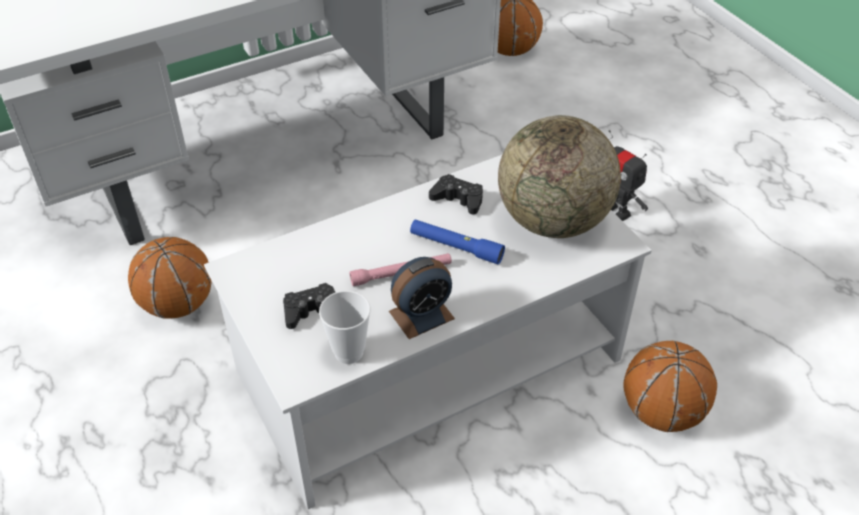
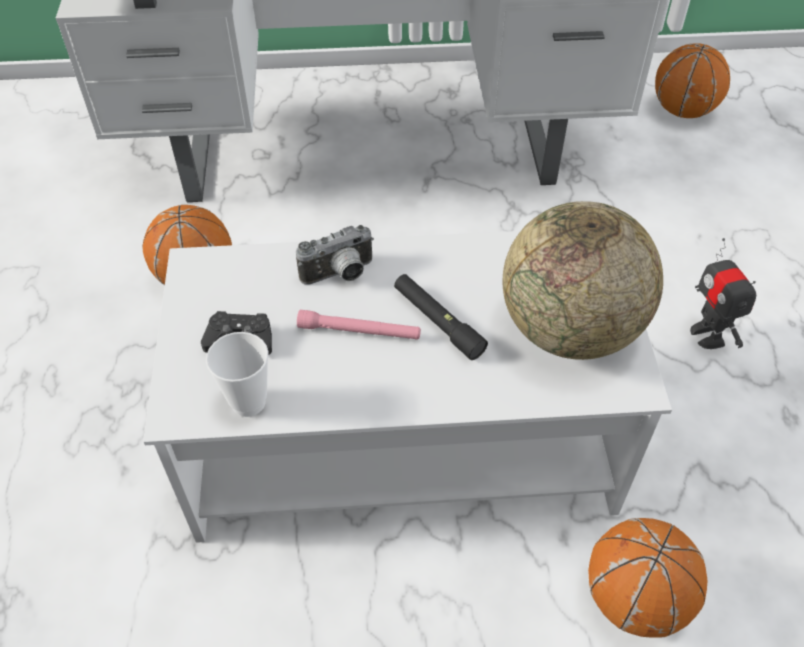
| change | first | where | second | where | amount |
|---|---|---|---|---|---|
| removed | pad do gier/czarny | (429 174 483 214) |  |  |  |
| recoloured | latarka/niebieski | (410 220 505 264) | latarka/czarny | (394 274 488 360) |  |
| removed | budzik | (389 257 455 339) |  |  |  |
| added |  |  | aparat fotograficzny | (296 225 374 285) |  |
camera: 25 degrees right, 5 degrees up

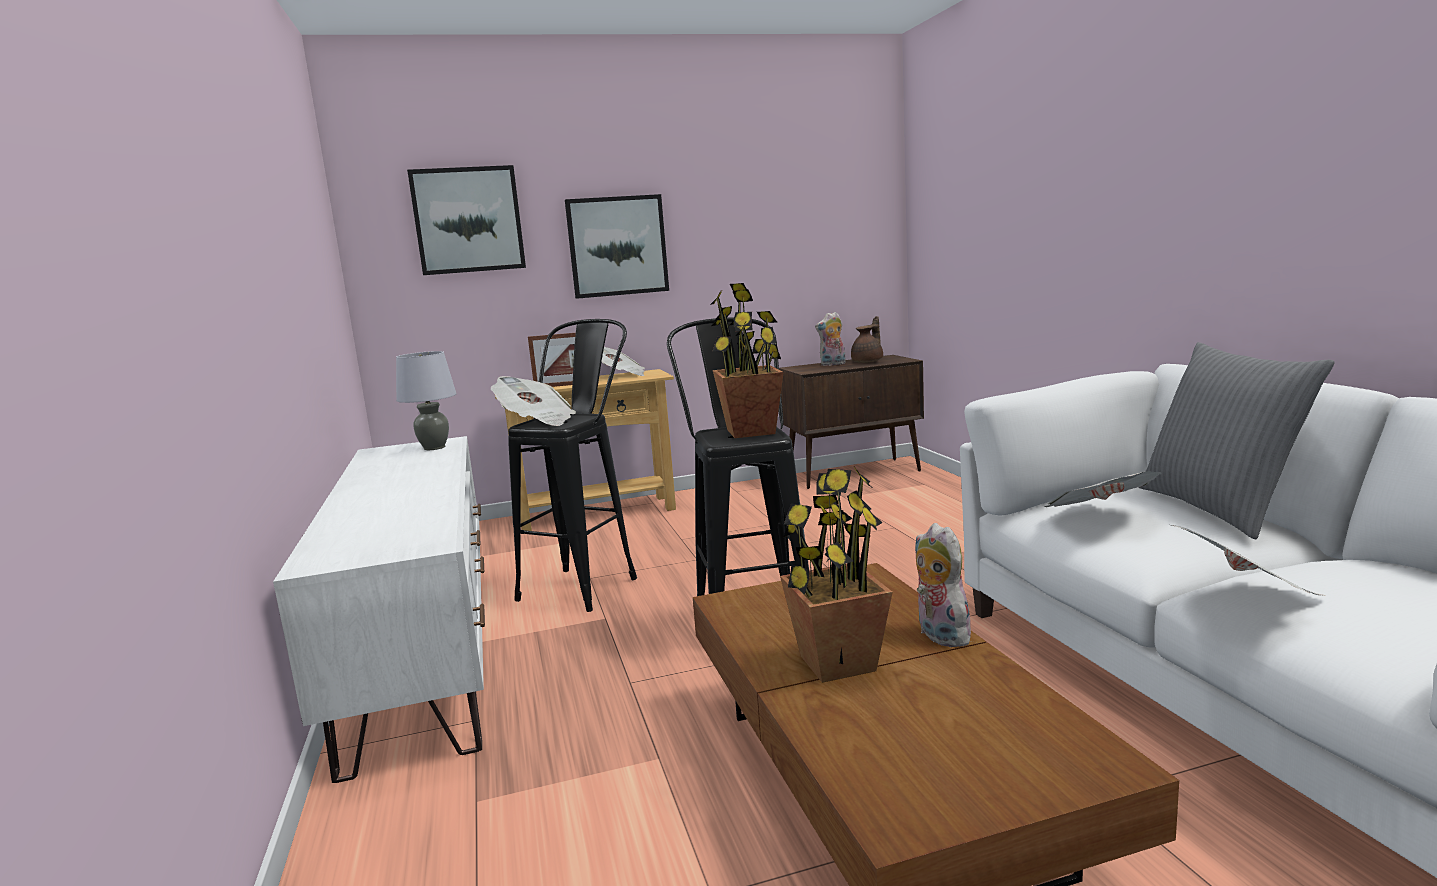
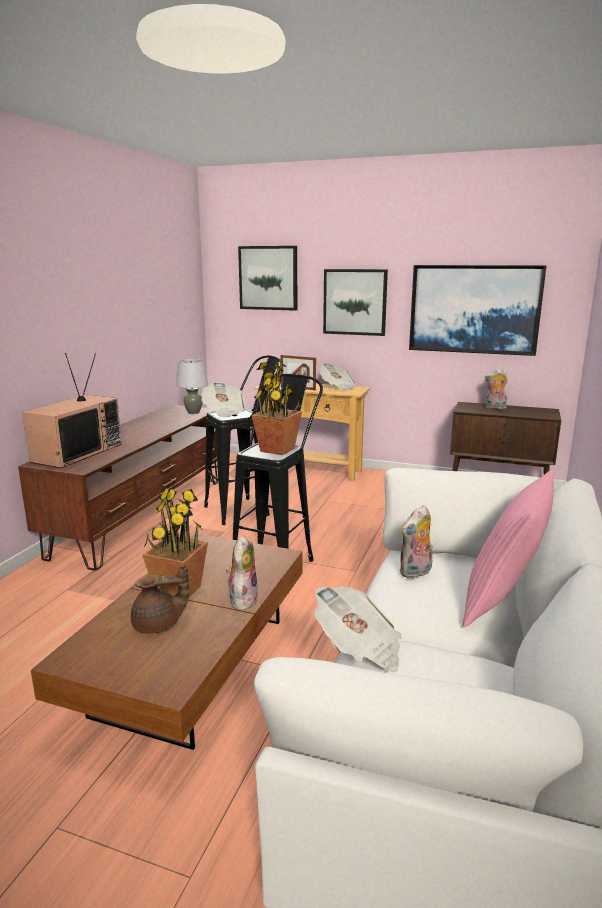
| change | first | where | second | where | amount |
|---|---|---|---|---|---|
| moved | imbryk/brązowy | (851 316 883 363) |  | (131 565 189 634) |  |
| recoloured | poduszka/szary | (1138 342 1335 540) | poduszka/różowy | (463 470 554 627) |  |
| recoloured | szafka pod telewizor/biały | (273 436 485 783) | szafka pod telewizor/brązowy | (18 405 218 571) |  |
| replaced | gazeta | (1044 471 1162 507) | pluszak | (399 505 433 578) |  |
| added |  |  | obraz | (409 265 546 356) |  |
| added |  |  | telewizor | (22 353 122 468) |  |
camera: 35 degrees right, 5 degrees up

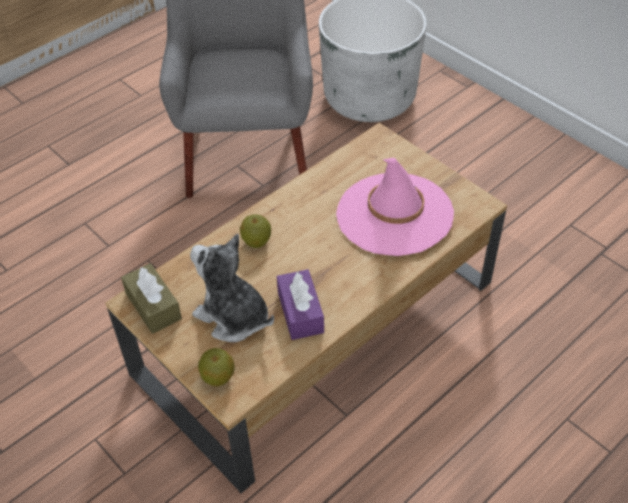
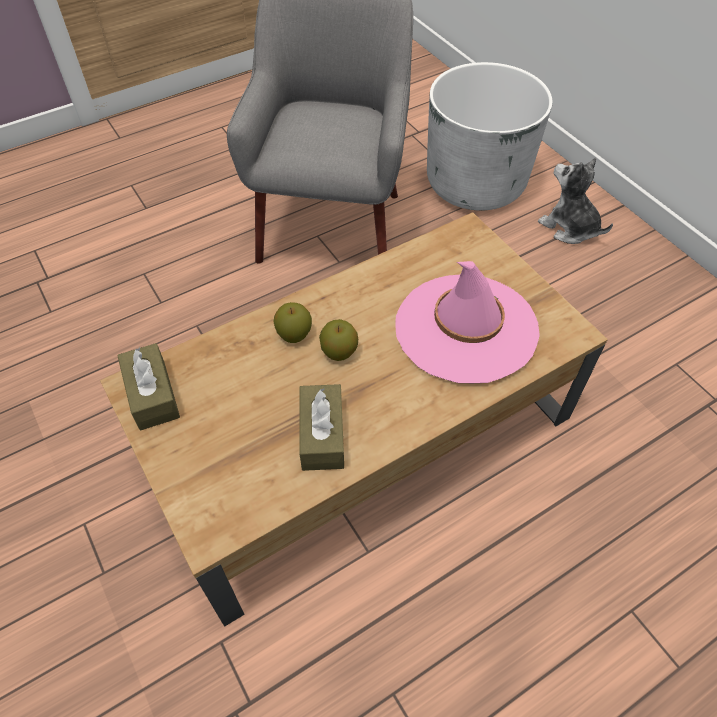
| change | first | where | second | where | amount |
|---|---|---|---|---|---|
| moved | pluszak | (190 234 274 342) |  | (538 158 613 244) |  |
| recoloured | pudełko chusteczek/fioletowy | (277 269 324 340) | pudełko chusteczek/brązowy | (299 384 344 471) |  |
| moved | jabłko | (198 348 235 386) |  | (319 319 358 361) |  |
camera: 10 degrees right, 5 degrees up

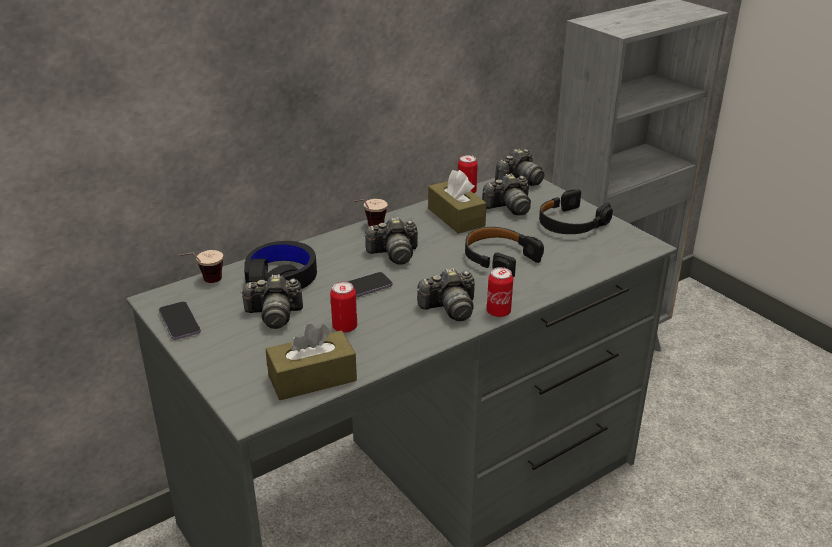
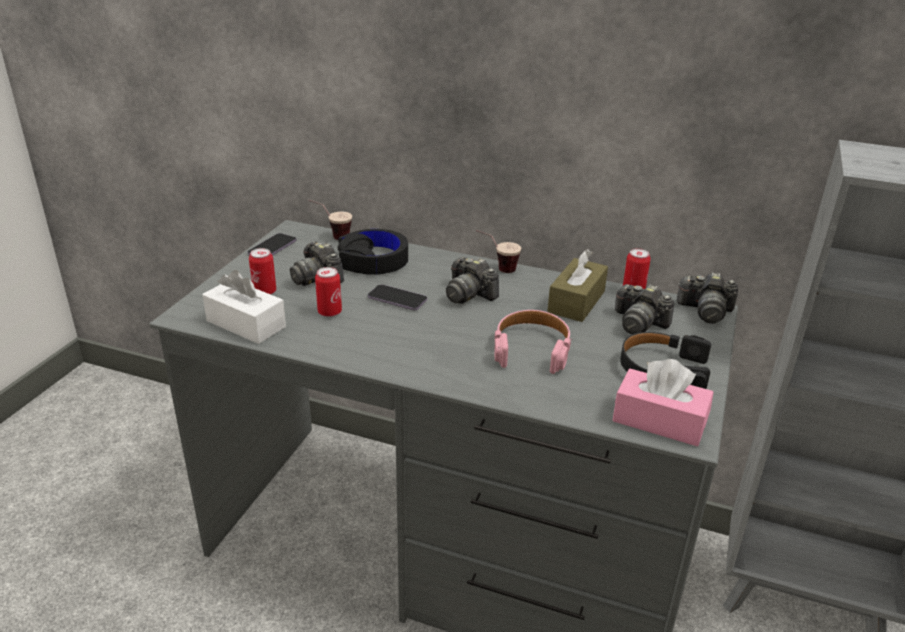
| change | first | where | second | where | amount |
|---|---|---|---|---|---|
| recoloured | słuchawki/czarny | (465 227 544 278) | słuchawki/różowy | (495 310 571 374) |  |
| moved | puszka | (487 267 513 317) |  | (249 248 276 295) |  |
| removed | aparat fotograficzny | (417 268 475 321) |  |  |  |
| recoloured | pudełko chusteczek/brązowy | (266 324 357 400) | pudełko chusteczek/biały | (202 270 286 344) |  |
| added |  |  | pudełko chusteczek/różowy | (612 359 714 446) |  |
camera: 55 degrees right, 0 degrees up

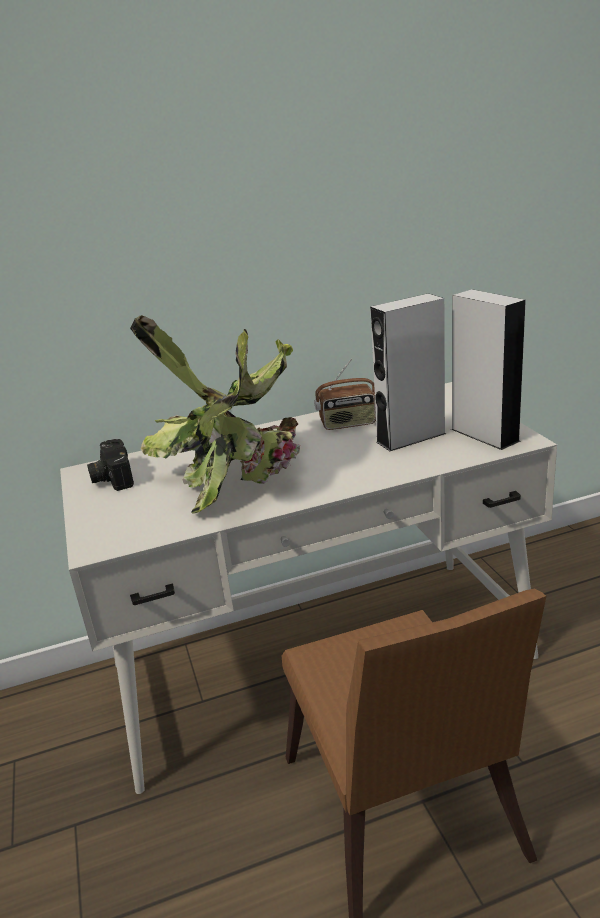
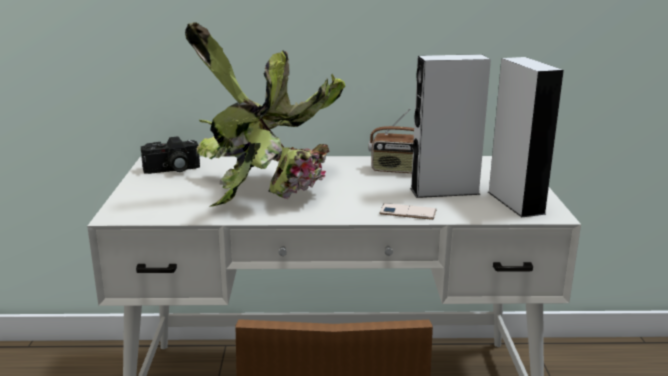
| change | first | where | second | where | amount |
|---|---|---|---|---|---|
| turned | aparat fotograficzny | (87 439 134 491) |  | (141 137 200 174) | 105 degrees counterclockwise |
| added |  |  | telefon | (379 203 437 220) |  |
camera: 15 degrees right, 5 degrees down

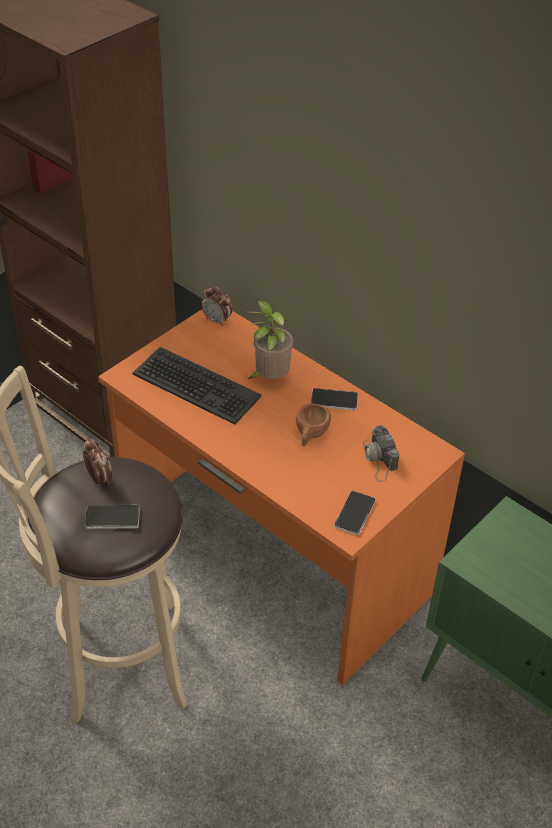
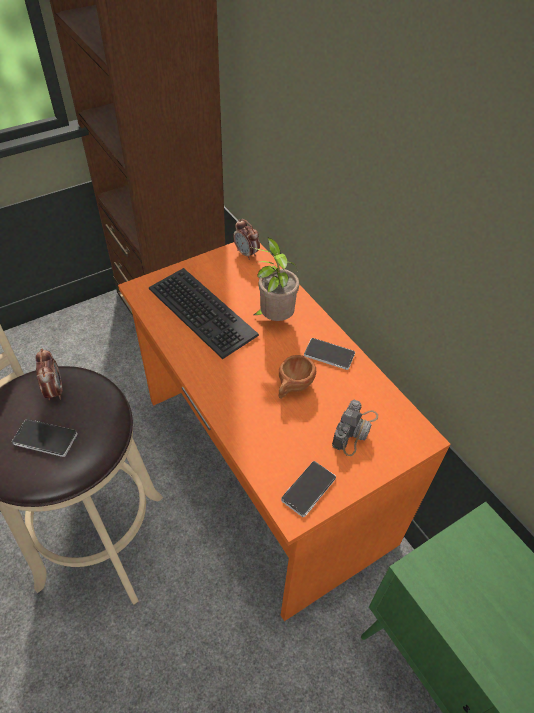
| change | first | where | second | where | amount |
|---|---|---|---|---|---|
| turned | aparat fotograficzny | (363 425 399 482) |  | (332 399 378 456) | 150 degrees counterclockwise |
camera: 15 degrees right, 5 degrees up

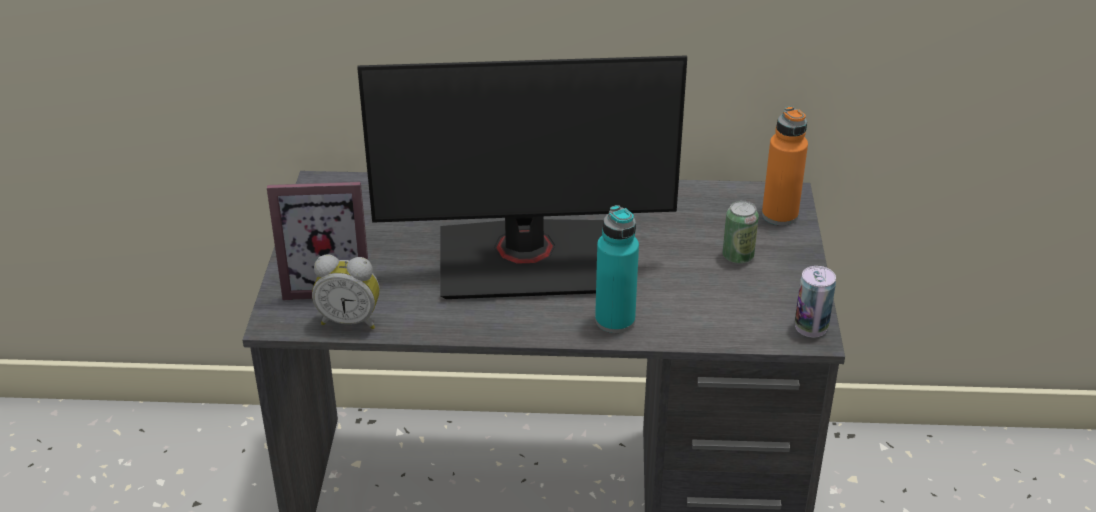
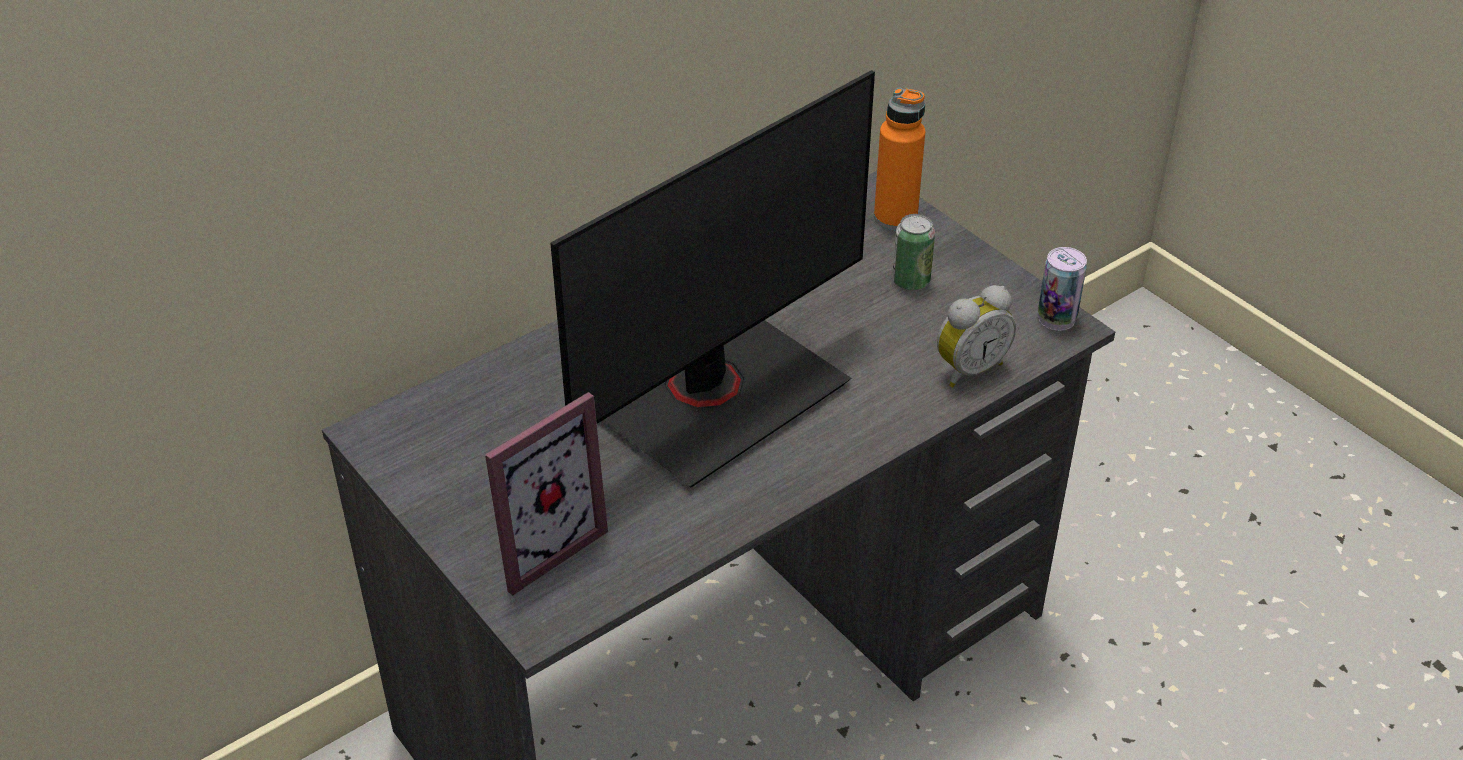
| change | first | where | second | where | amount |
|---|---|---|---|---|---|
| removed | butelka/turkusowy | (595 205 639 333) |  |  |  |
| moved | budzik | (312 254 380 329) |  | (937 285 1016 387) |  |
camera: 40 degrees left, 5 degrees up

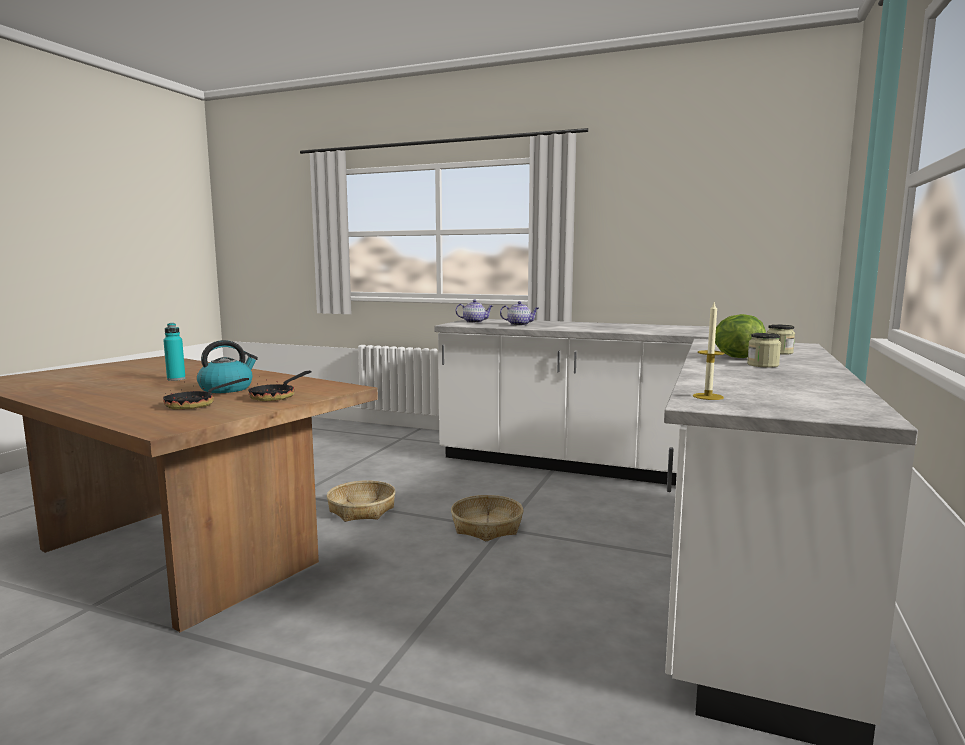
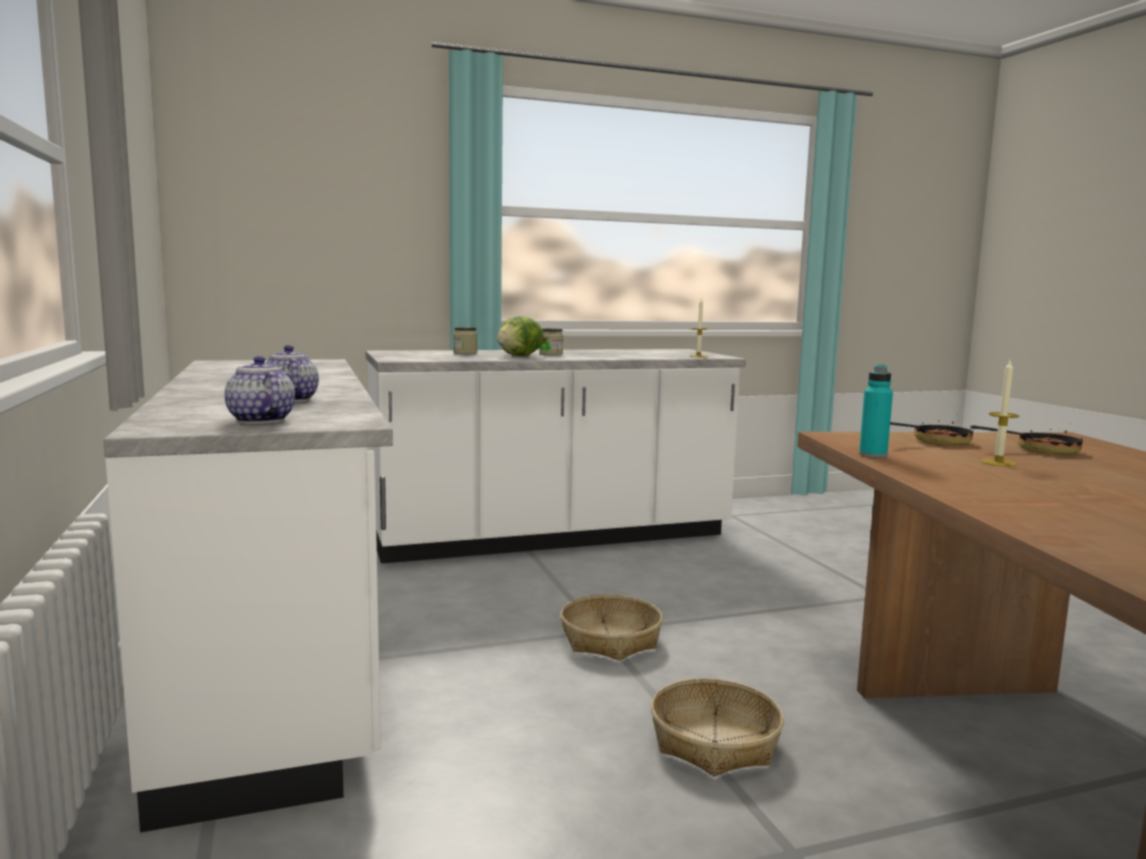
| change | first | where | second | where | amount |
|---|---|---|---|---|---|
| moved | butelka/turkusowy | (163 323 185 381) |  | (859 364 893 458) |  |
| replaced | czajnik | (197 340 258 393) | świeca | (981 359 1019 467) |  |
camera: 130 degrees left, 0 degrees up

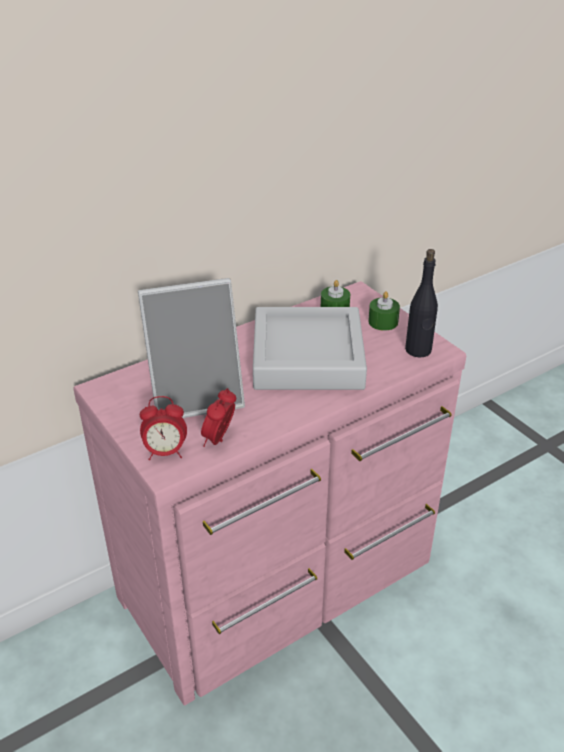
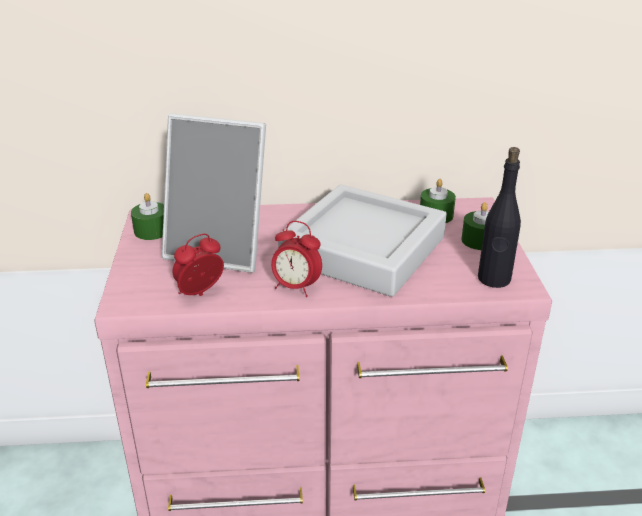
| change | first | where | second | where | amount |
|---|---|---|---|---|---|
| moved | budzik | (140 396 187 460) |  | (271 221 322 297) |  |
| added |  |  | świeca/zielony | (131 193 164 240) |  |
camera: 30 degrees right, 5 degrees down

